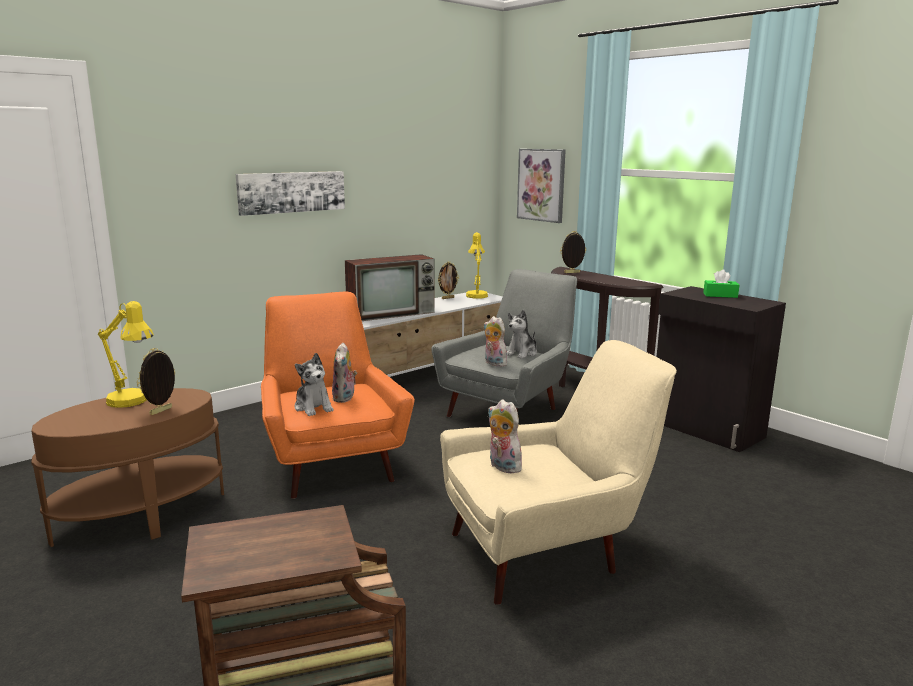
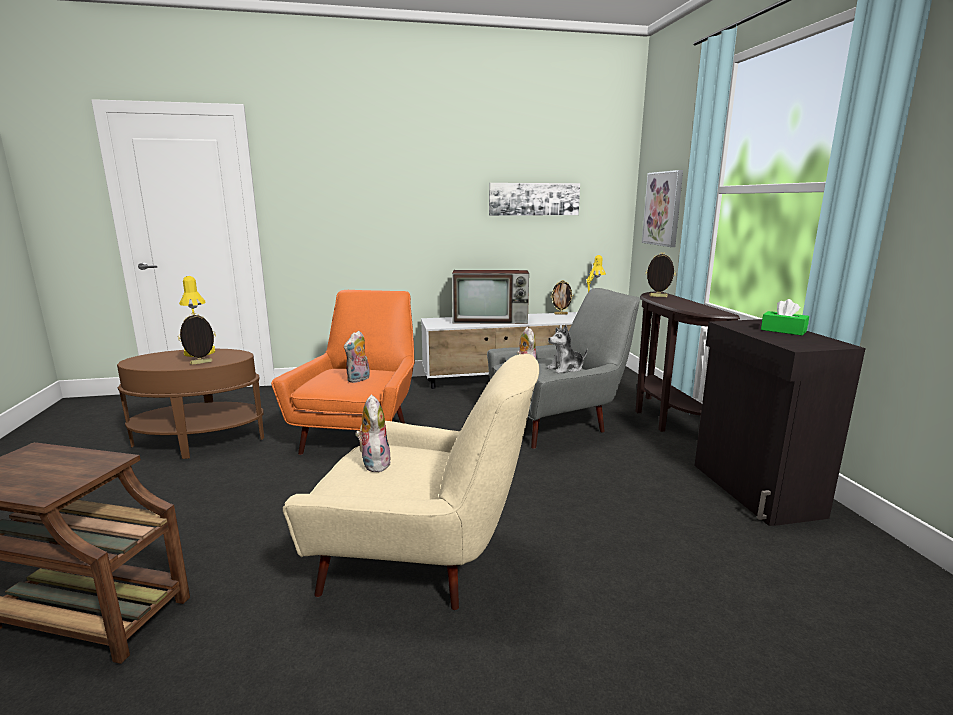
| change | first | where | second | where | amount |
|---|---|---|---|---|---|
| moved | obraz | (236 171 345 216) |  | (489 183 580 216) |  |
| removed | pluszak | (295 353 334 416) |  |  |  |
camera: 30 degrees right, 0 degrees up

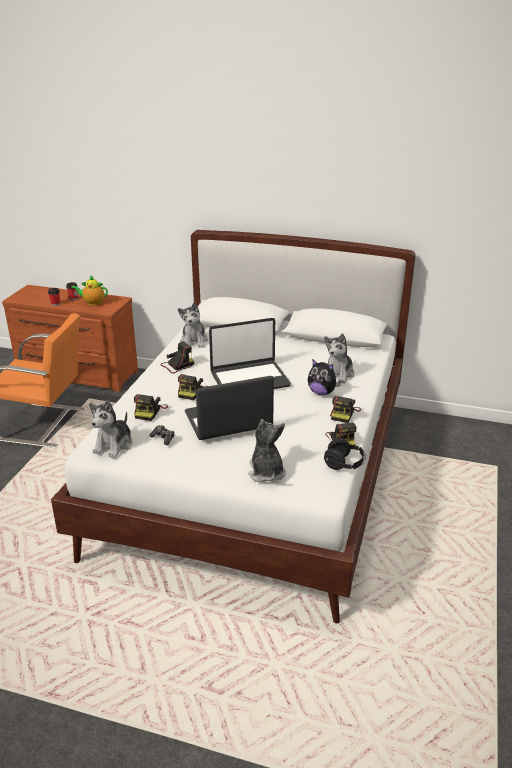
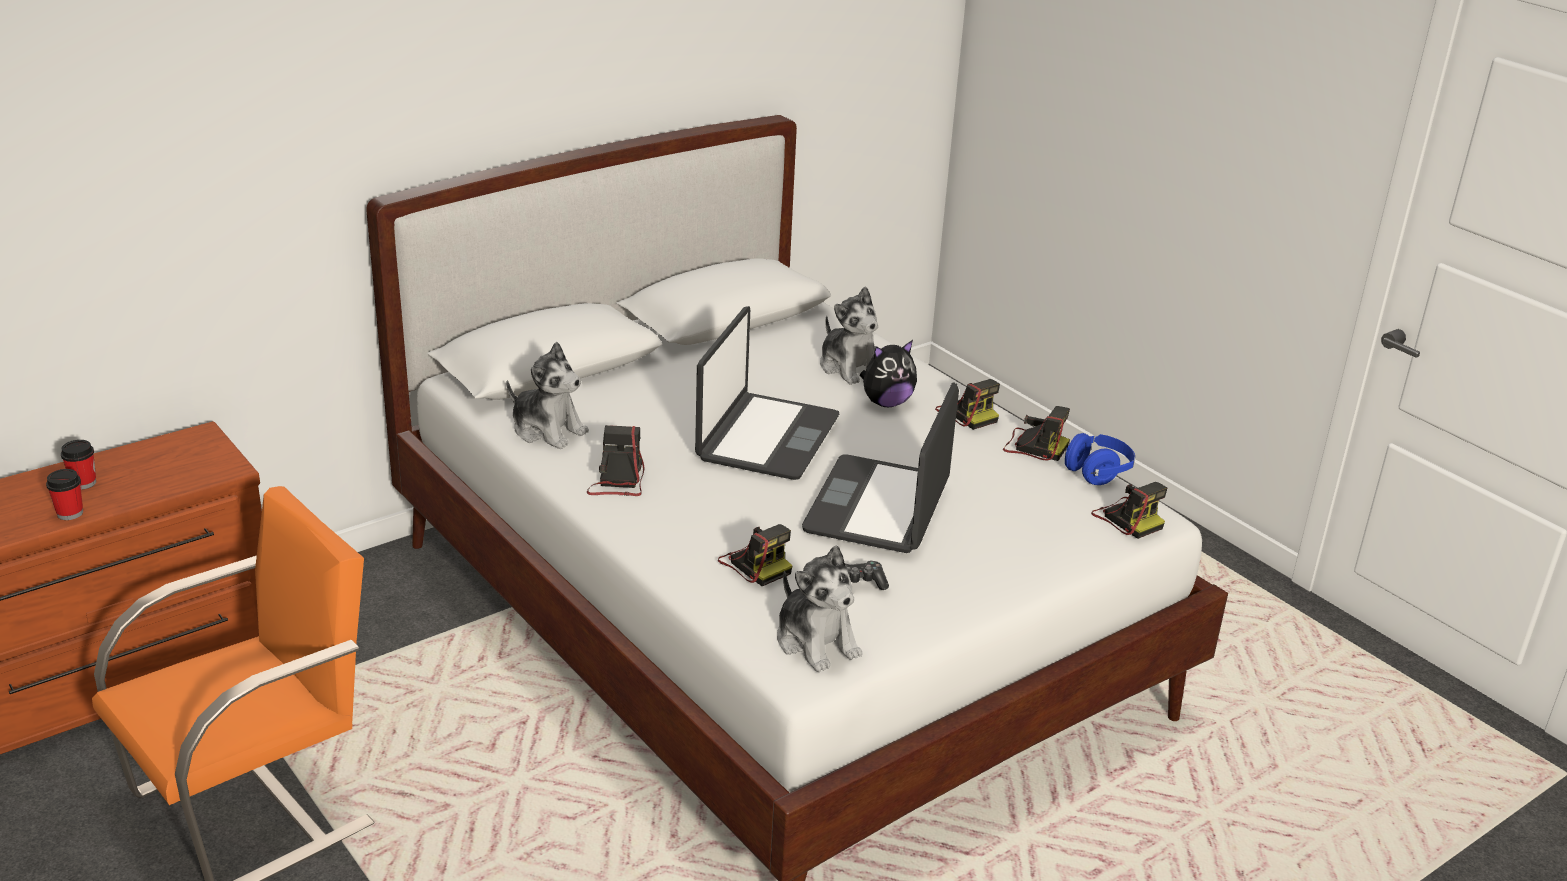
| change | first | where | second | where | amount |
|---|---|---|---|---|---|
| removed | imbryk | (71 275 108 306) |  |  |  |
| moved | aparat fotograficzny | (178 374 208 400) |  | (1091 482 1167 539) |  |
| removed | pluszak | (248 419 286 483) |  |  |  |
| recoloured | słuchawki/czarny | (324 438 366 470) | słuchawki/niebieski | (1065 433 1135 485) |  |
camera: 55 degrees left, 0 degrees up

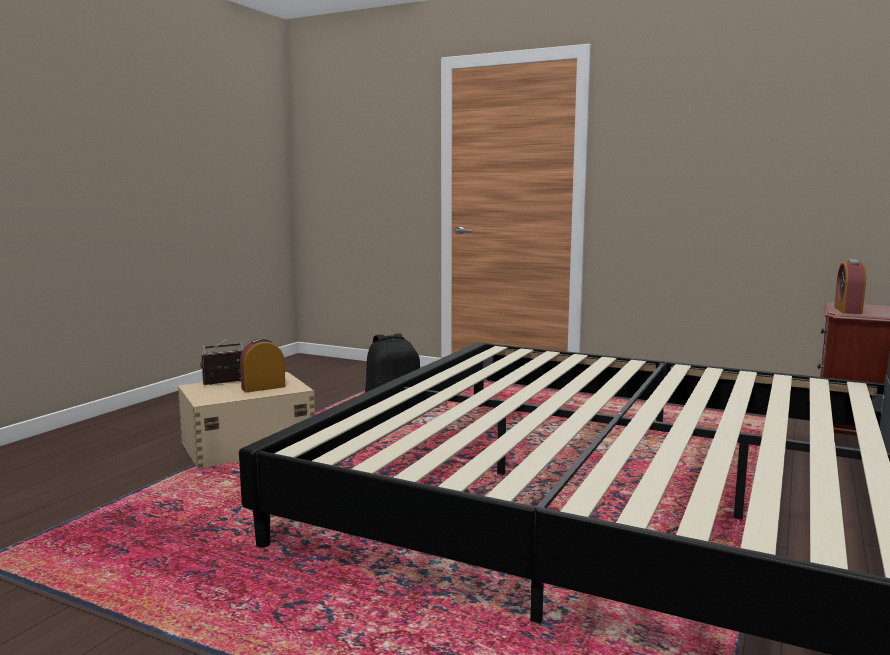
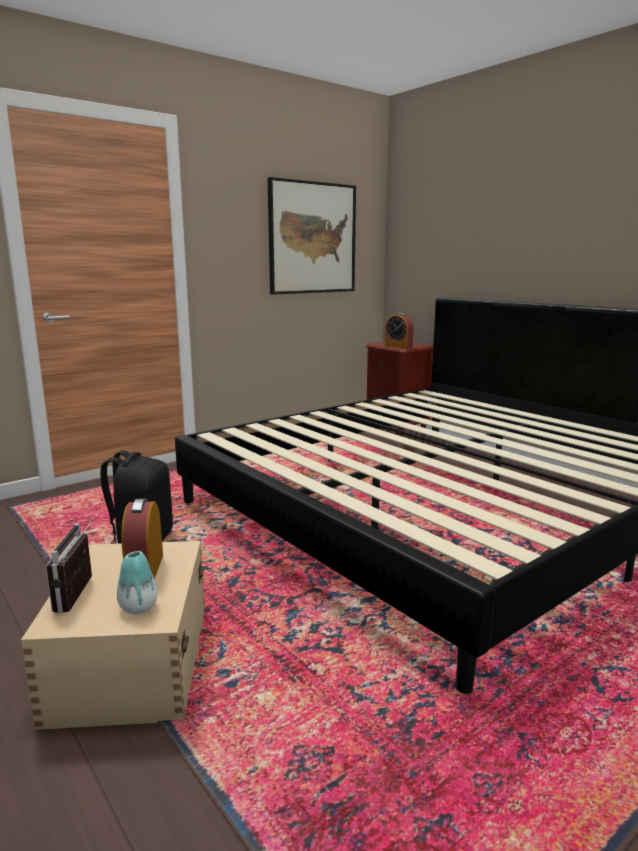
| change | first | where | second | where | amount |
|---|---|---|---|---|---|
| added |  |  | obraz | (268 177 356 294) |  |
| added |  |  | wazon | (117 551 158 614) |  |
camera: 65 degrees left, 5 degrees up

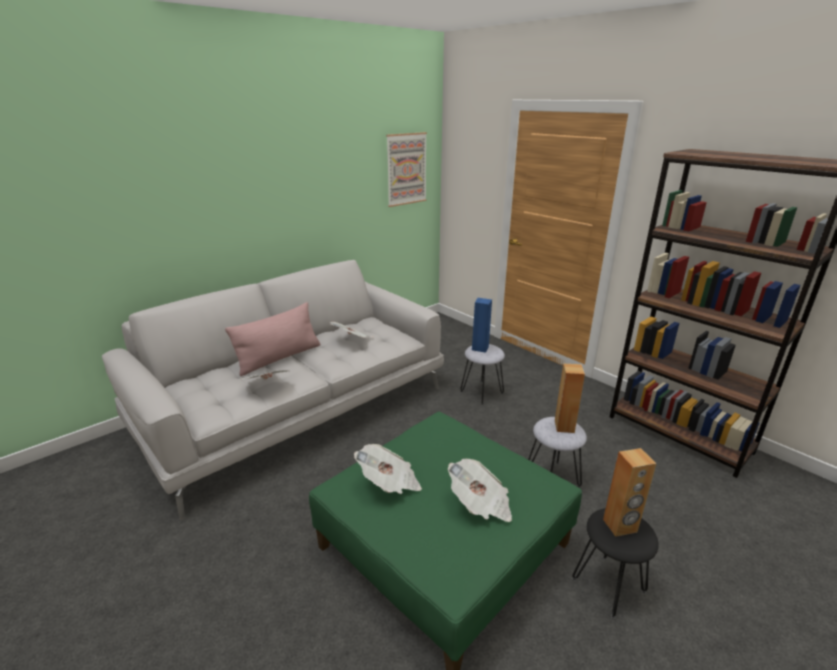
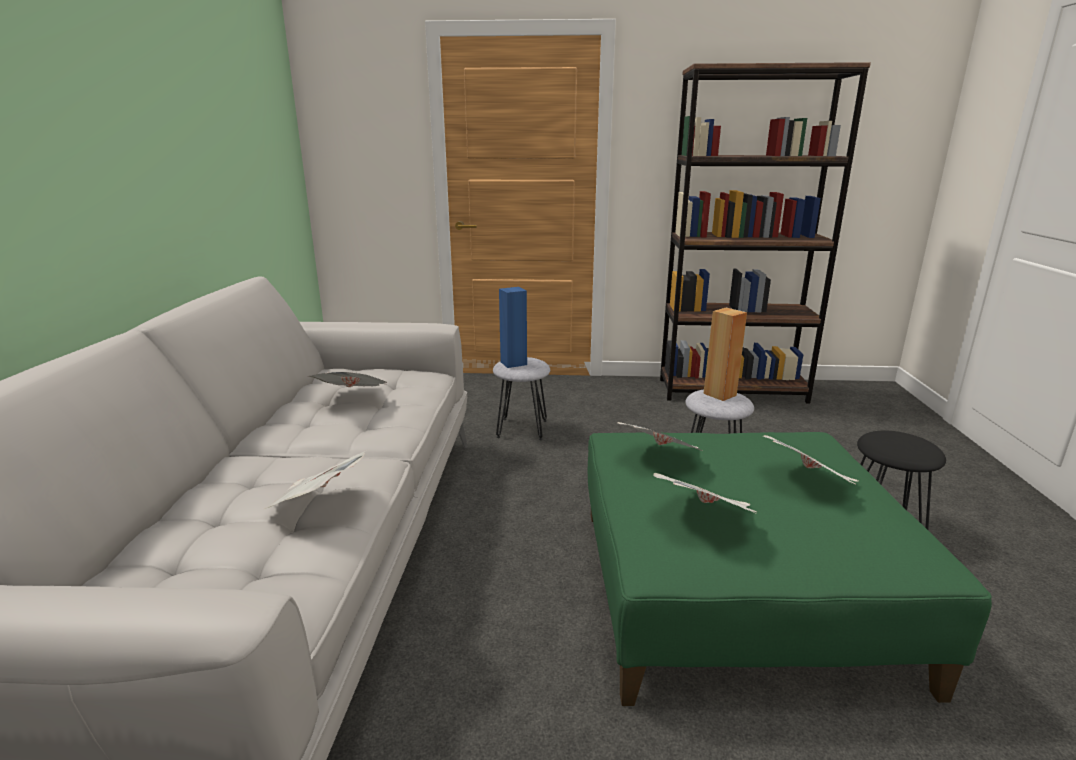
| change | first | where | second | where | amount |
|---|---|---|---|---|---|
| removed | obraz | (386 132 427 207) |  |  |  |
| removed | poduszka/różowy | (225 302 320 376) |  |  |  |
| removed | głośnik/brązowy | (603 448 657 537) |  |  |  |
| added |  |  | gazeta | (617 422 702 451) |  |
camera: 45 degrees left, 5 degrees down

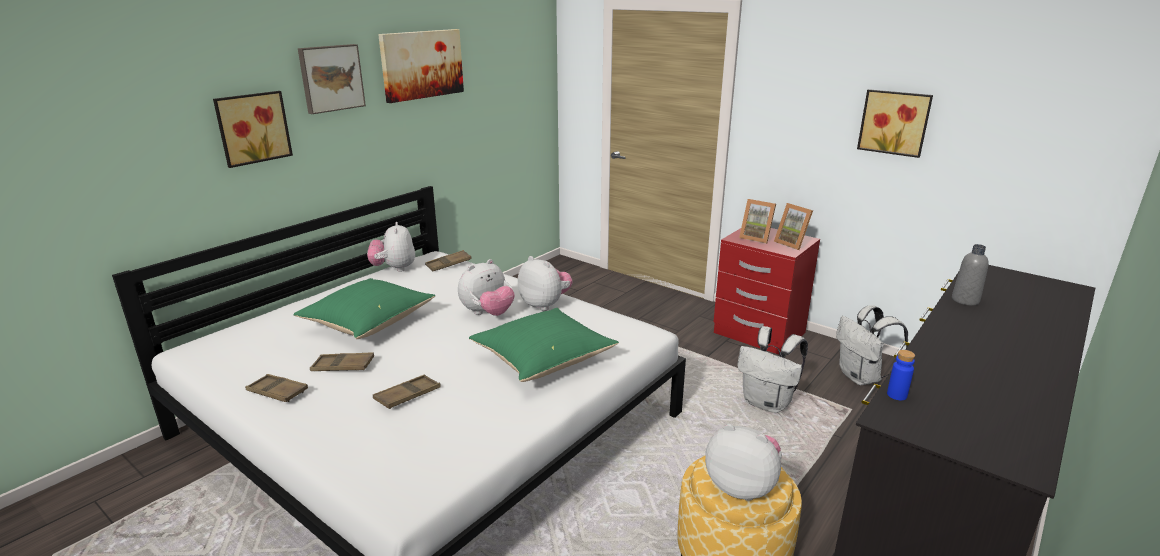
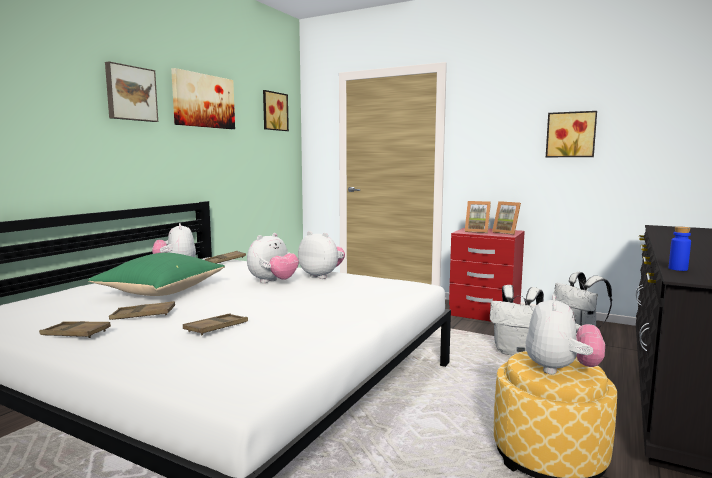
| change | first | where | second | where | amount |
|---|---|---|---|---|---|
| moved | obraz | (213 91 293 168) |  | (263 90 289 131) |  |
| removed | butelka/szary | (952 244 989 305) |  |  |  |
| removed | poduszka/zielony | (469 308 619 382) |  |  |  |
| turned | pluszak | (705 424 782 501) |  | (526 294 605 374) | 90 degrees clockwise |
camera: 10 degrees left, 15 degrees down

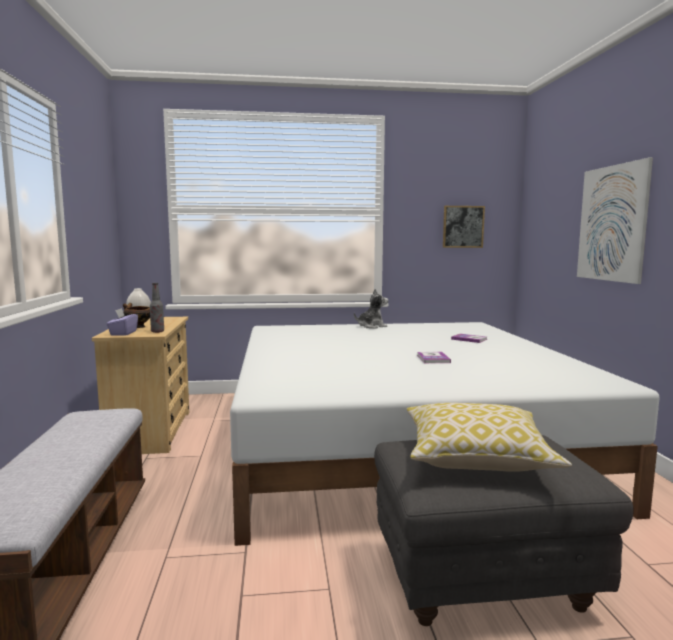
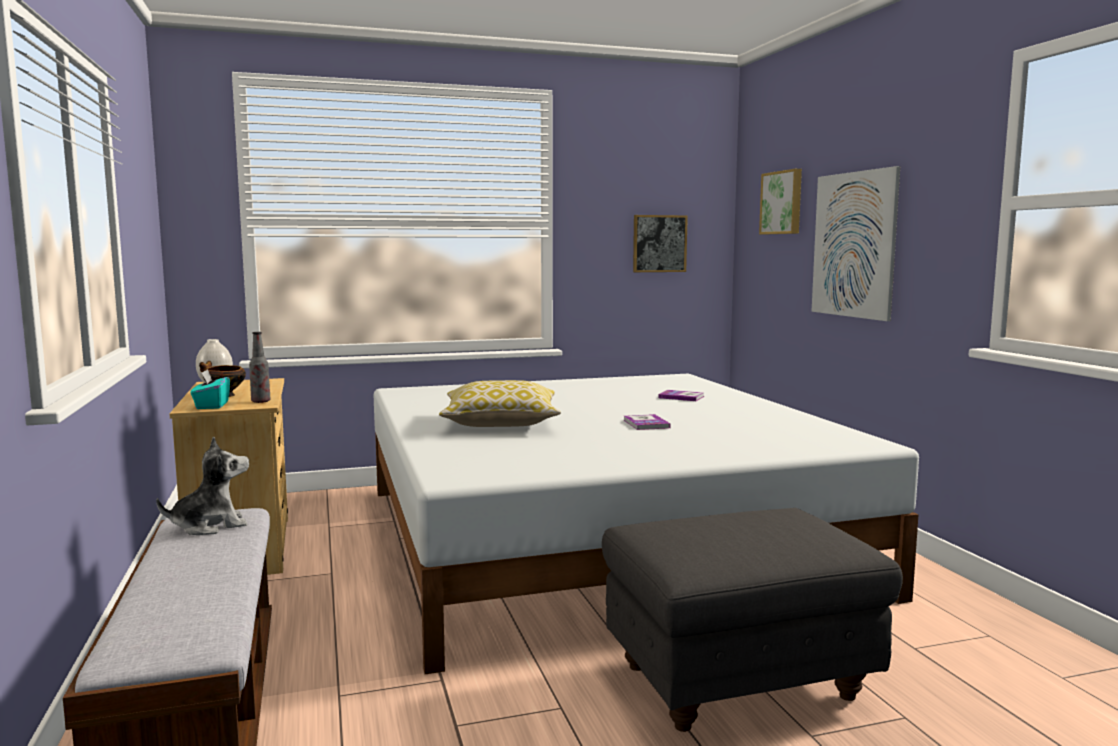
| change | first | where | second | where | amount |
|---|---|---|---|---|---|
| moved | pluszak | (354 289 388 328) |  | (156 437 249 535) |  |
| recoloured | pudełko chusteczek/fioletowy | (106 308 138 336) | pudełko chusteczek/turkusowy | (191 369 230 409) |  |
| moved | poduszka | (407 403 572 472) |  | (439 380 561 427) |  |
| added |  |  | obraz | (759 169 802 234) |  |
camera: 10 degrees left, 0 degrees up

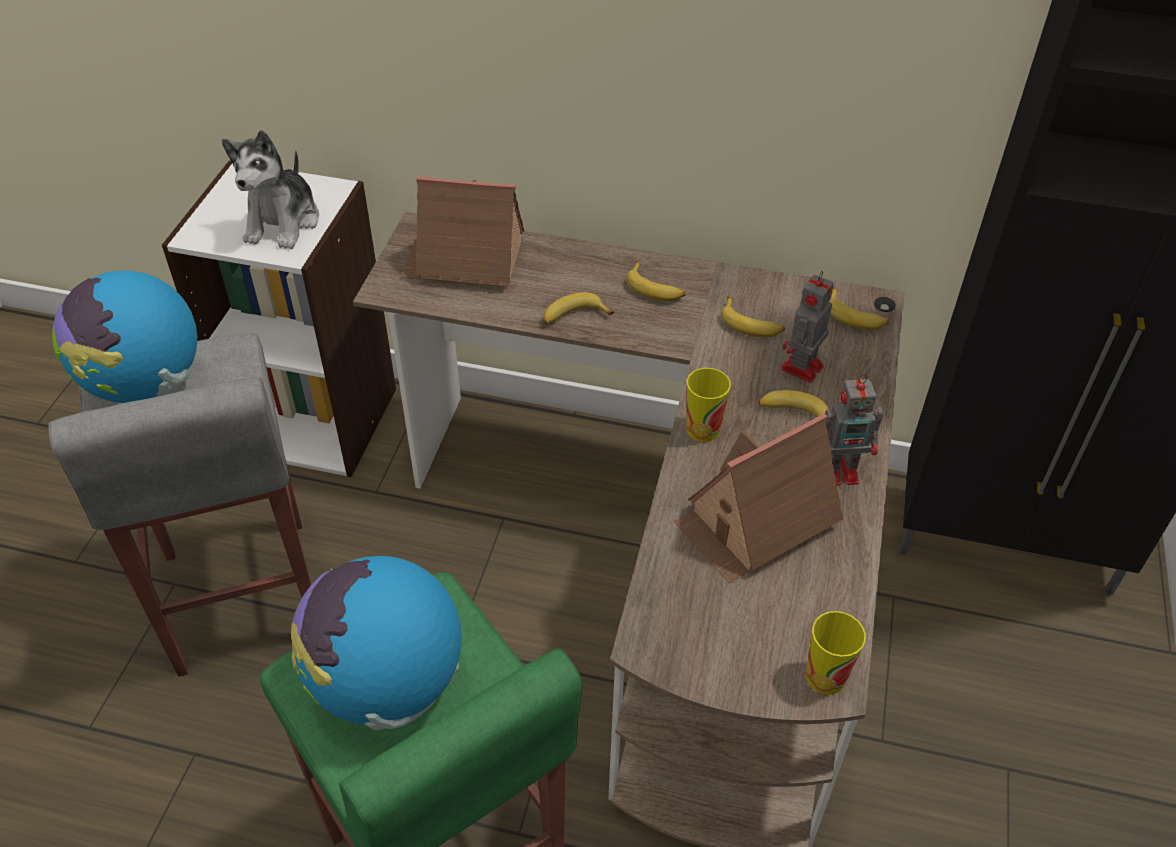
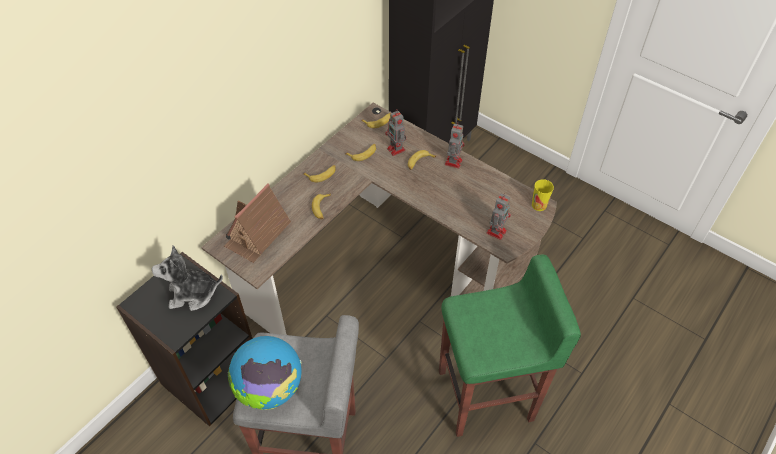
| change | first | where | second | where | amount |
|---|---|---|---|---|---|
| turned | pluszak | (221 130 319 249) |  | (152 245 223 311) | 135 degrees clockwise |
| recoloured | regał/biały | (162 160 396 477) | regał/czarny | (116 252 253 427) |  |
| removed | filiżanka | (686 368 731 442) |  |  |  |
| removed | domek | (674 413 843 583) |  |  |  |
| removed | globus | (291 556 462 730) |  |  |  |
| added |  |  | robot zabawkowy | (487 193 511 240) |  |
camera: 65 degrees left, 5 degrees up

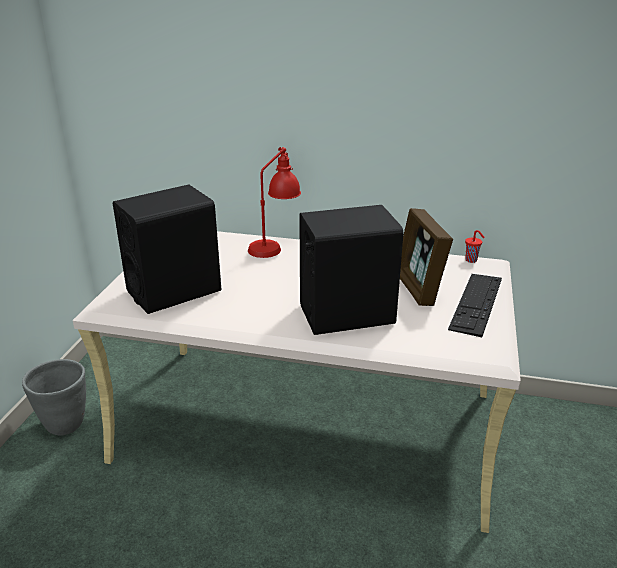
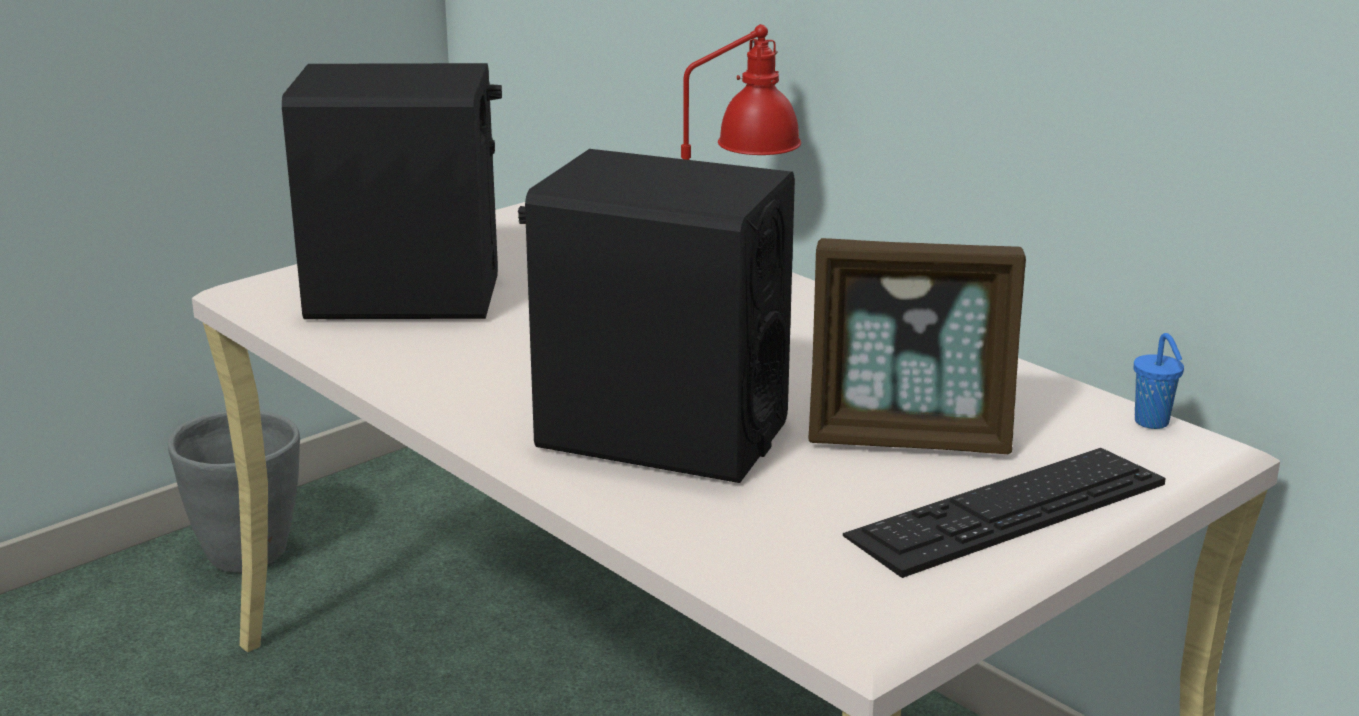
| change | first | where | second | where | amount |
|---|---|---|---|---|---|
| turned | ramka na zdjęcie | (400 208 453 306) |  | (809 238 1026 454) | 105 degrees counterclockwise |
| recoloured | filiżanka/czerwony | (465 230 485 263) | filiżanka/niebieski | (1134 333 1184 429) |  |
camera: 35 degrees right, 5 degrees down

